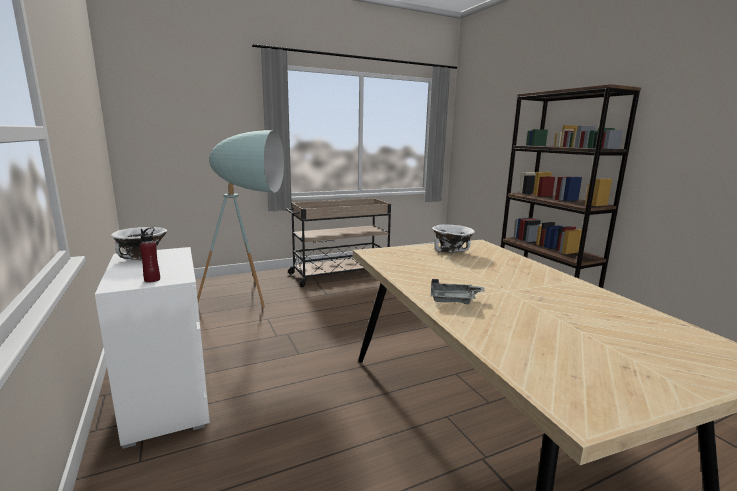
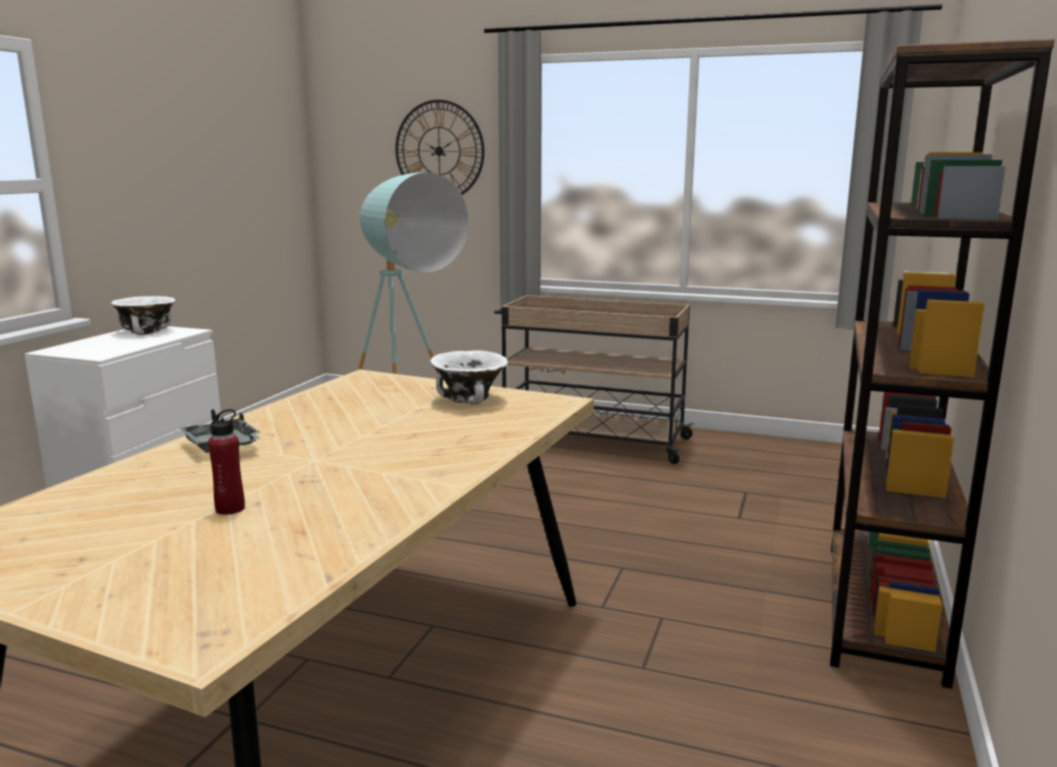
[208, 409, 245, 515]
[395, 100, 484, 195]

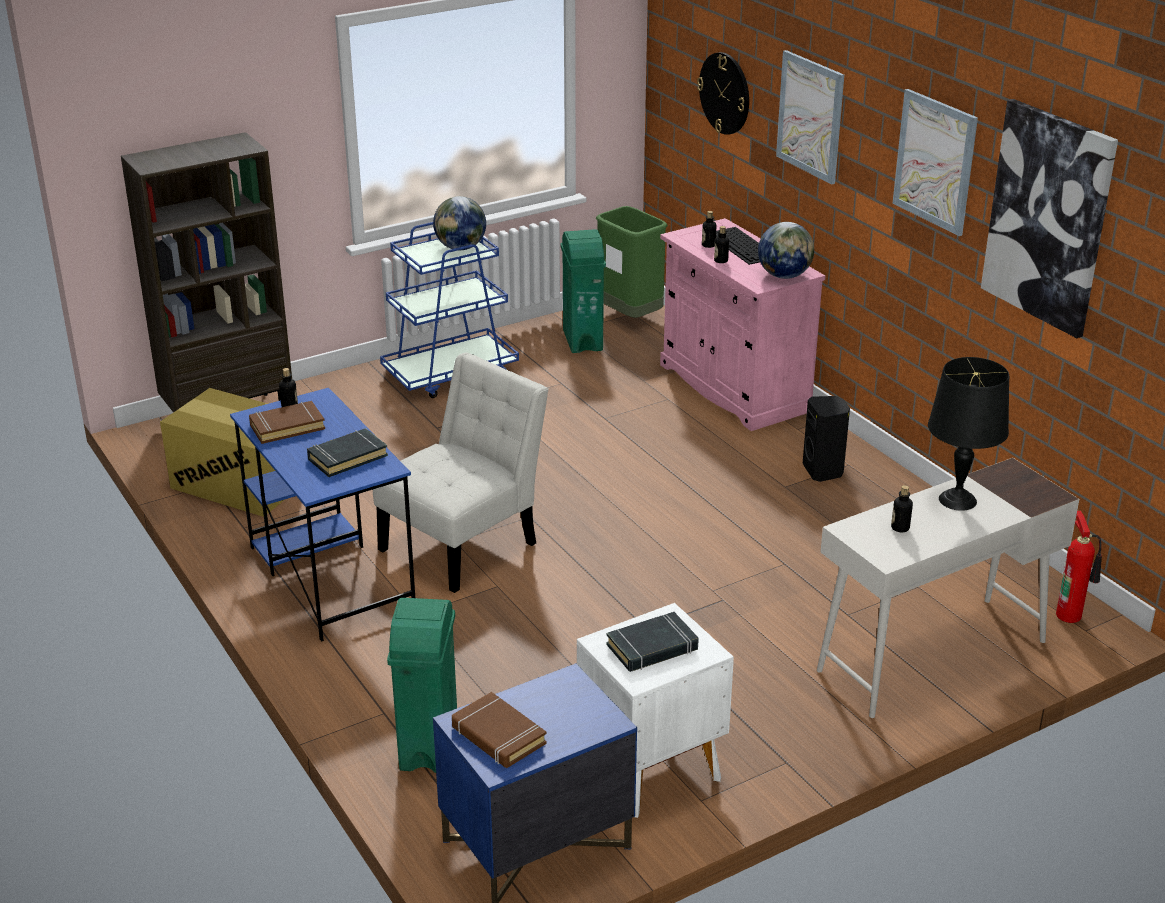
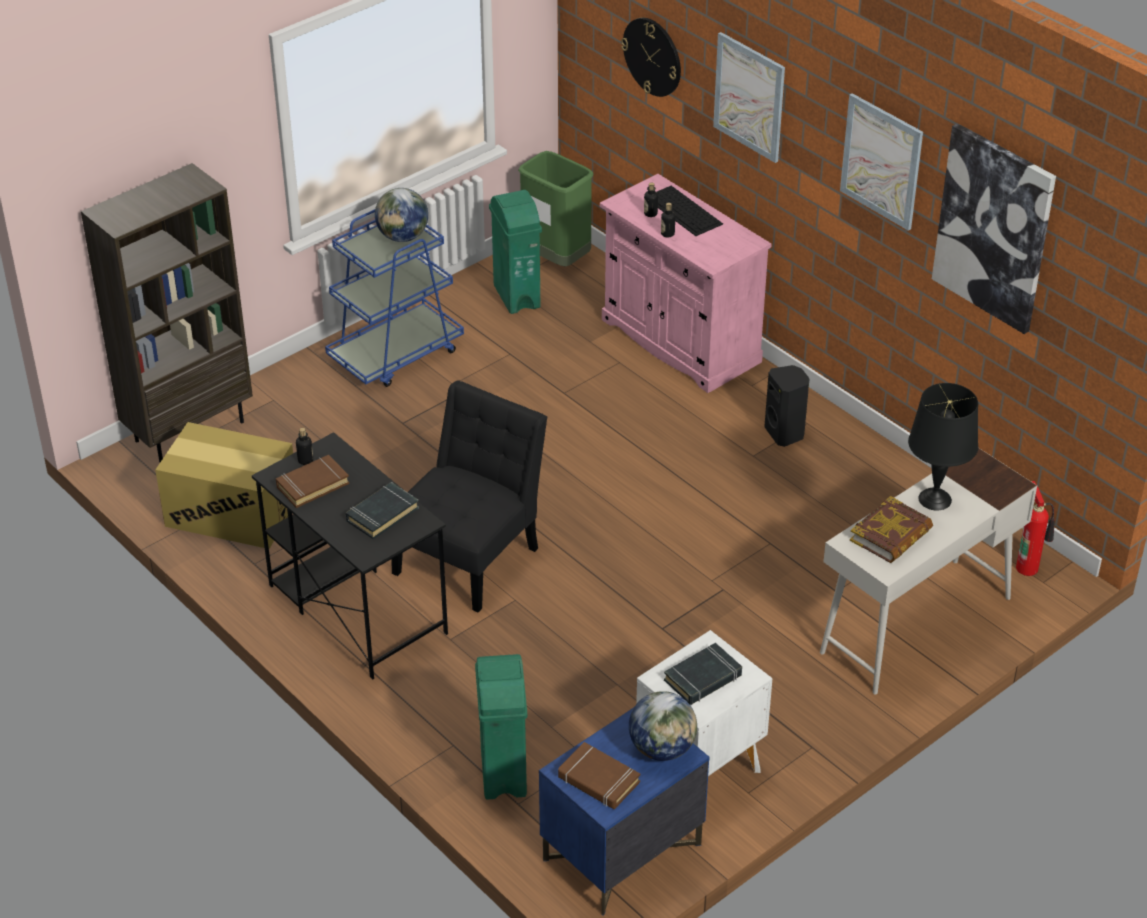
[252, 432, 448, 679]
[391, 380, 547, 612]
[629, 691, 697, 761]
[850, 496, 933, 563]

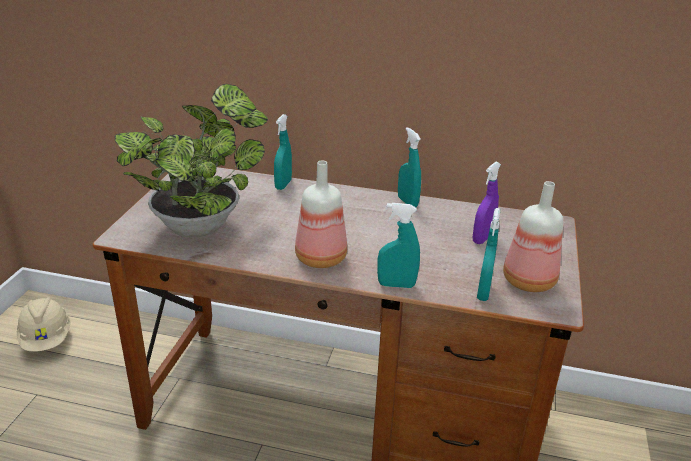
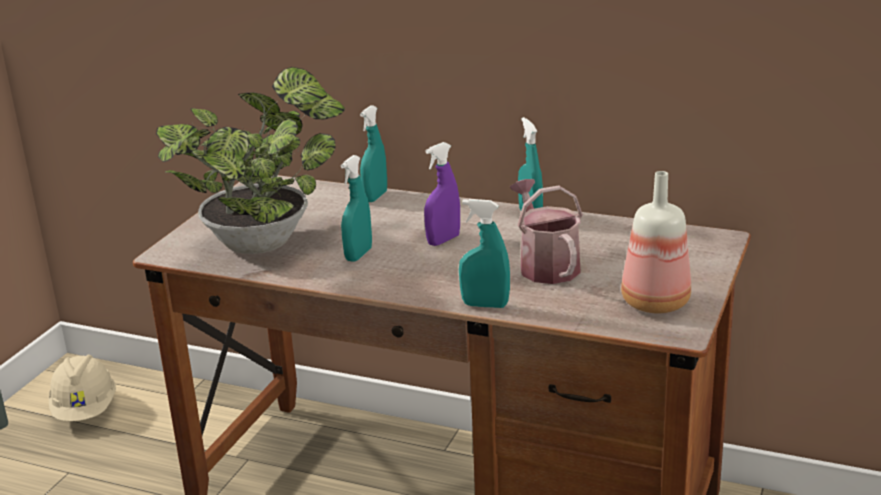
[341, 155, 372, 262]
[424, 142, 460, 246]
[510, 179, 583, 284]
[295, 161, 347, 268] (first image)

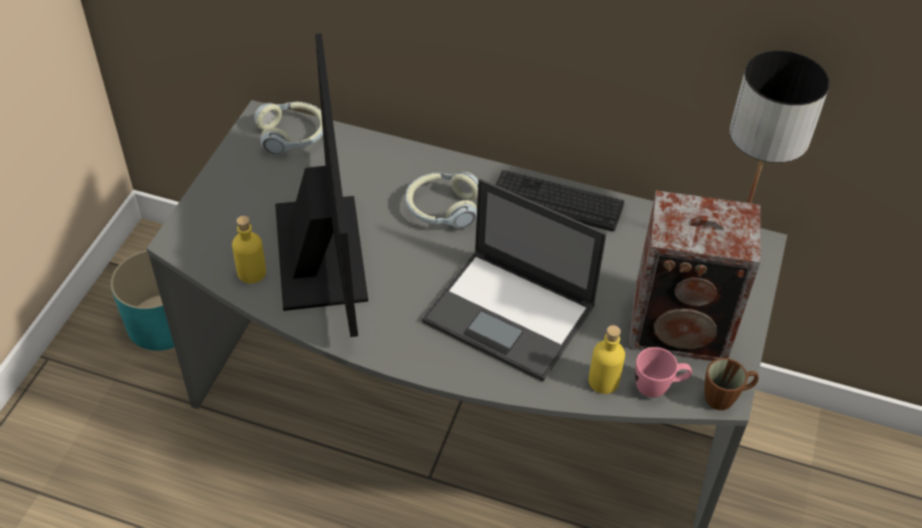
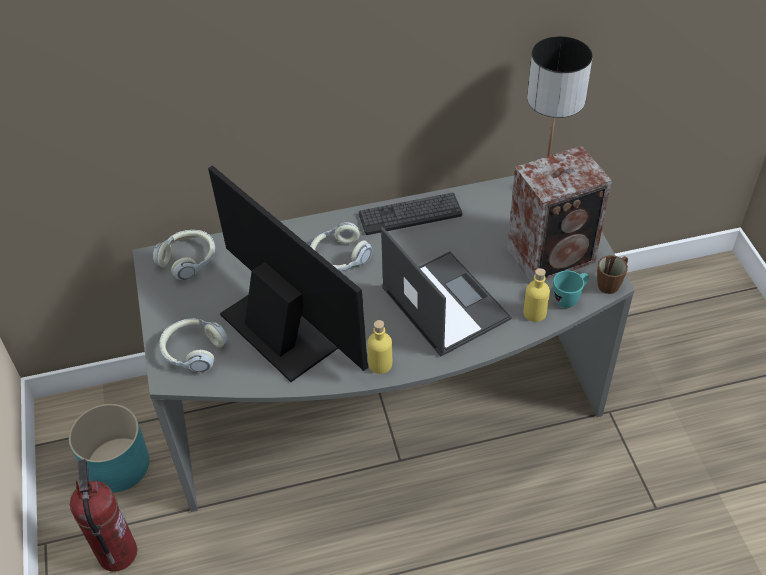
[70, 459, 137, 572]
[159, 318, 228, 373]
[367, 320, 392, 374]
[381, 227, 512, 357]
[553, 270, 589, 308]

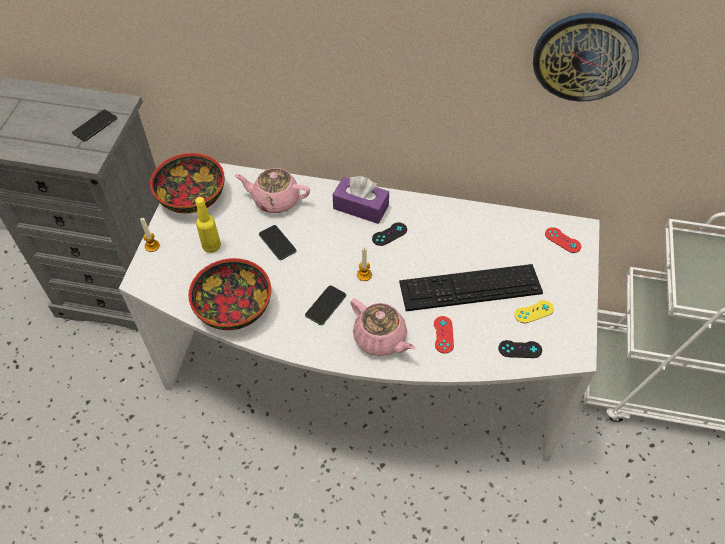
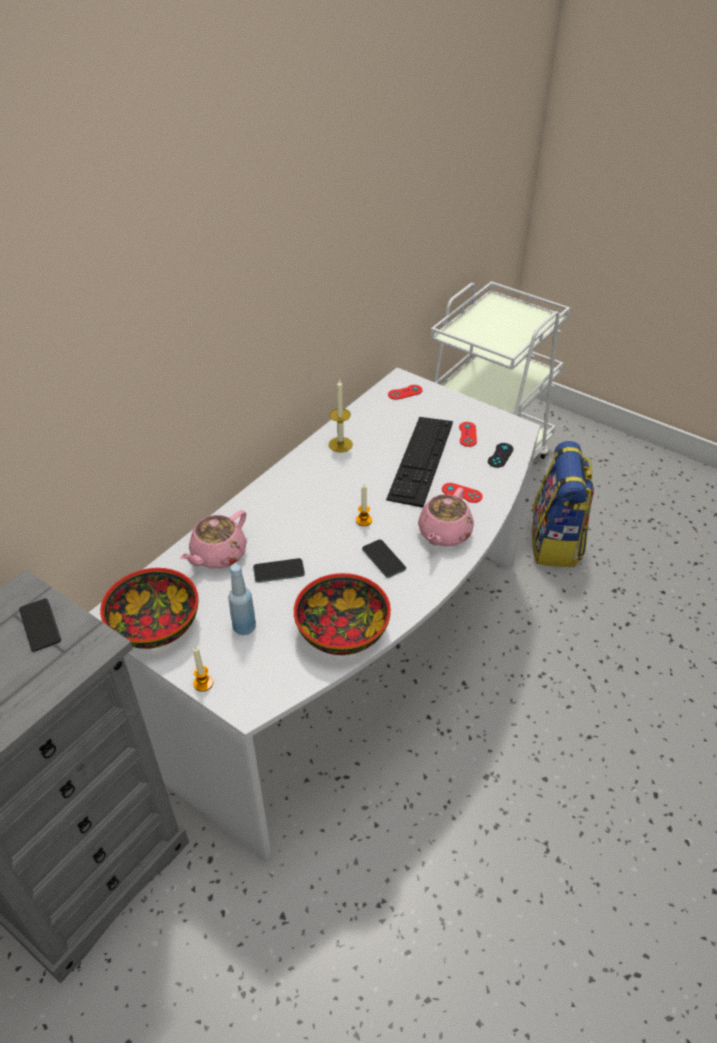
[228, 564, 256, 635]
[329, 379, 353, 452]
[418, 487, 474, 546]
[459, 422, 477, 447]
[532, 441, 594, 567]
[333, 176, 389, 224] (first image)
[372, 222, 407, 246] (first image)
[533, 13, 639, 102] (first image)

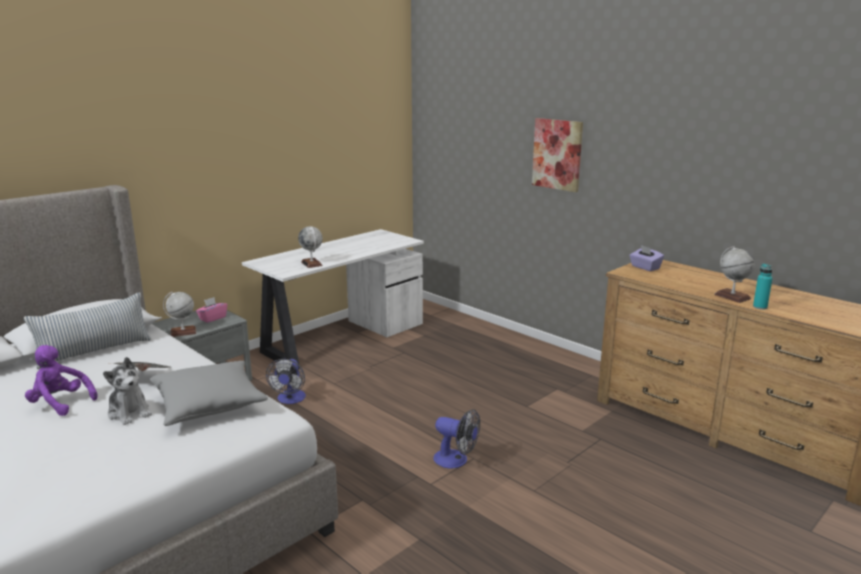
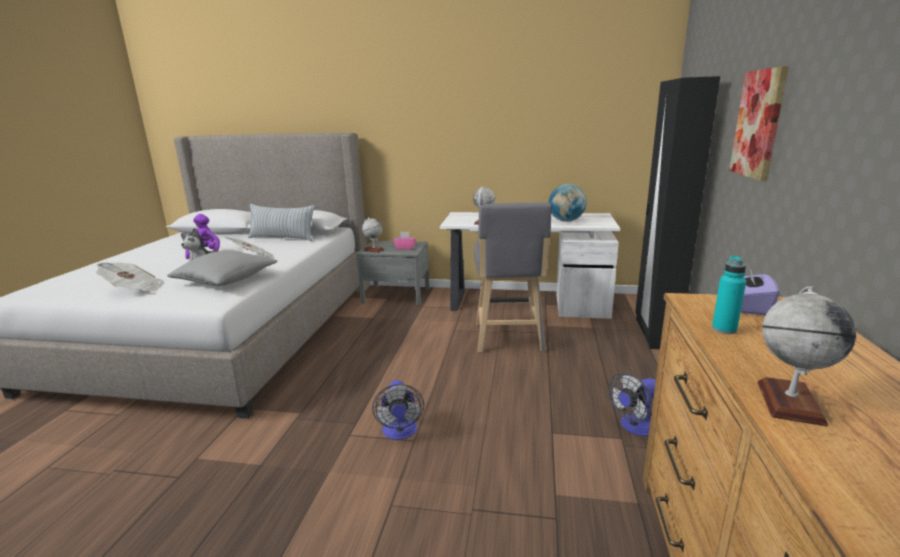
[96, 262, 161, 292]
[474, 203, 551, 353]
[548, 184, 587, 222]
[609, 372, 656, 436]
[635, 76, 720, 349]
[712, 256, 746, 334]

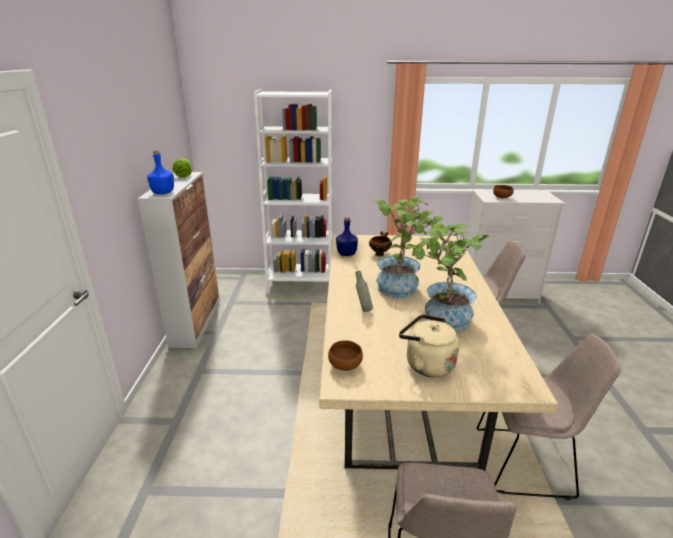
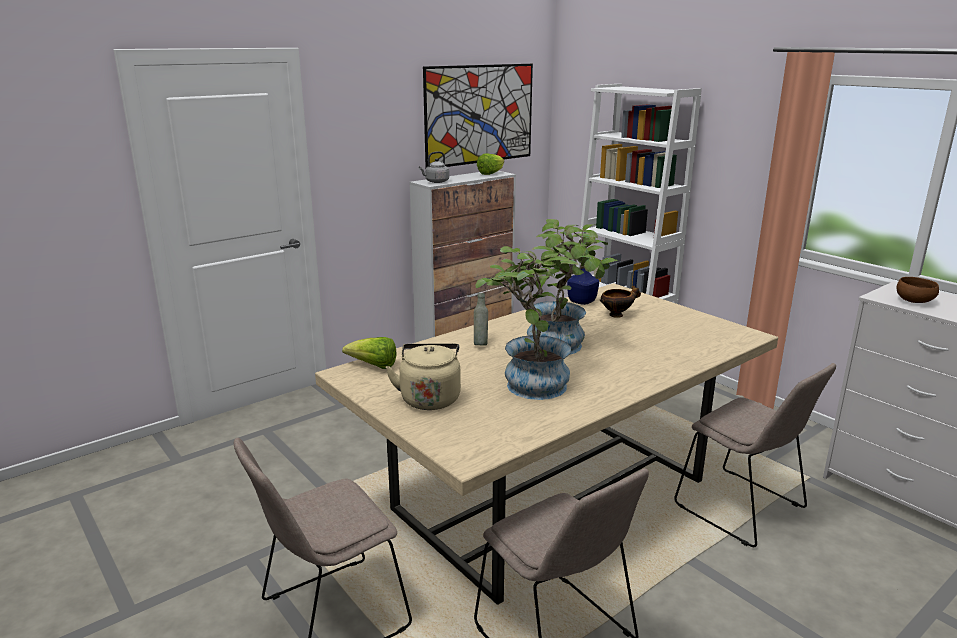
[342, 337, 397, 369]
[419, 151, 449, 183]
[423, 64, 533, 168]

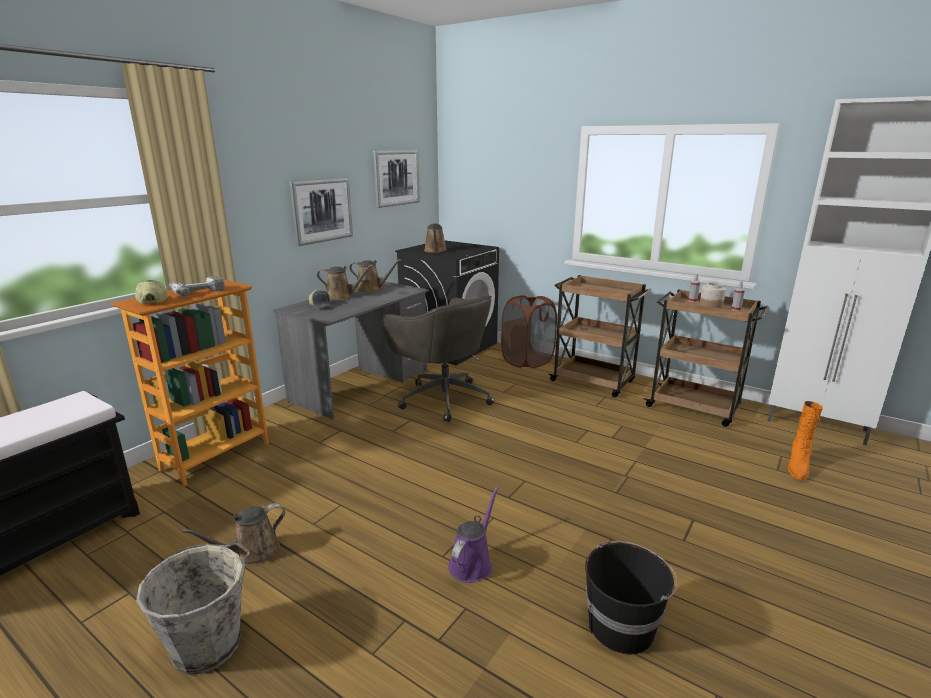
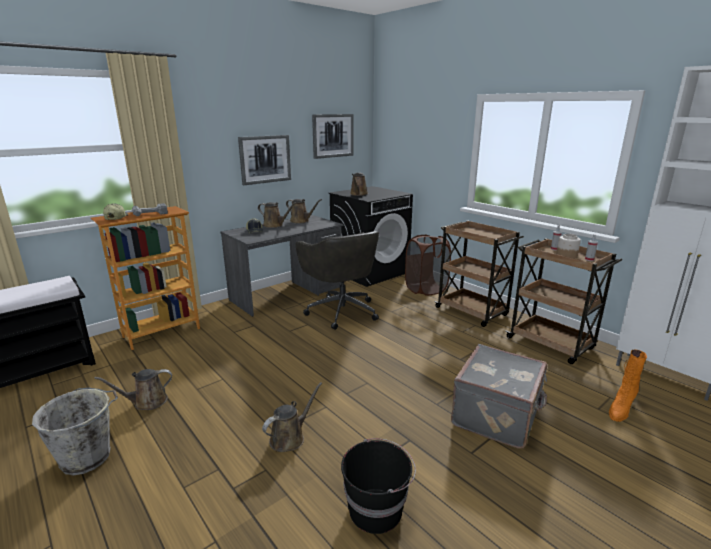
[262, 382, 322, 452]
[451, 344, 547, 449]

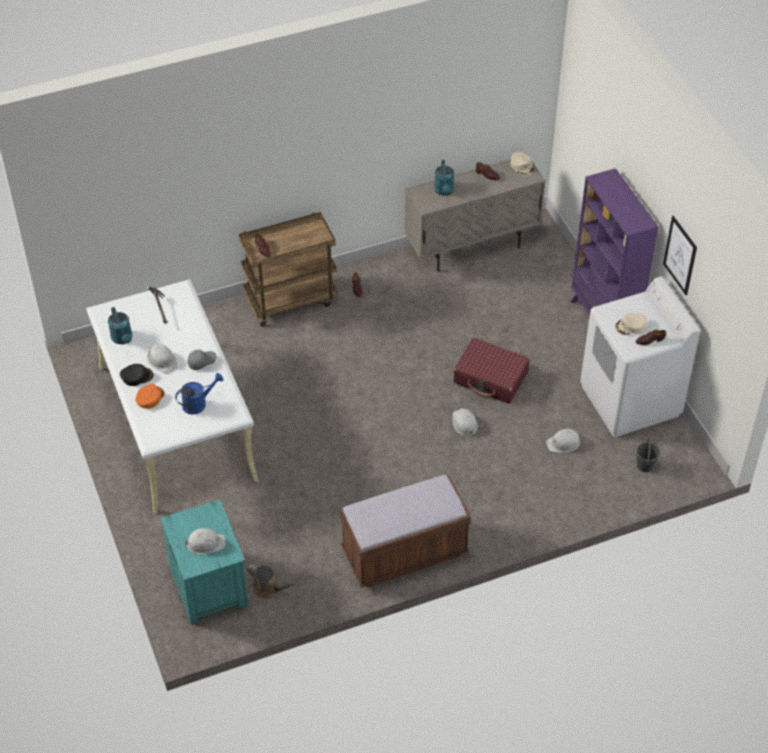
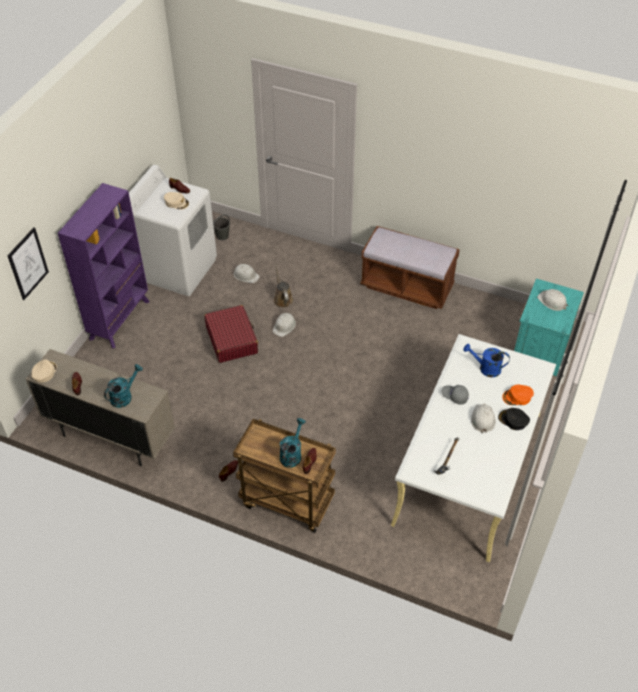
[7, 227, 49, 300]
[274, 264, 293, 308]
[280, 418, 306, 468]

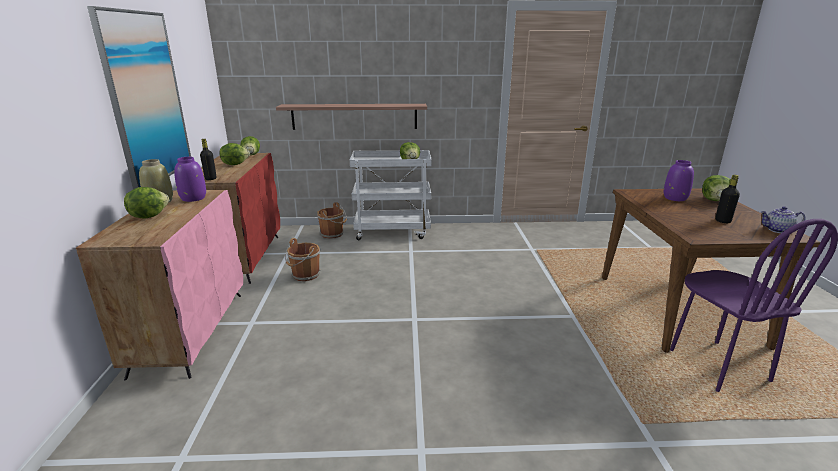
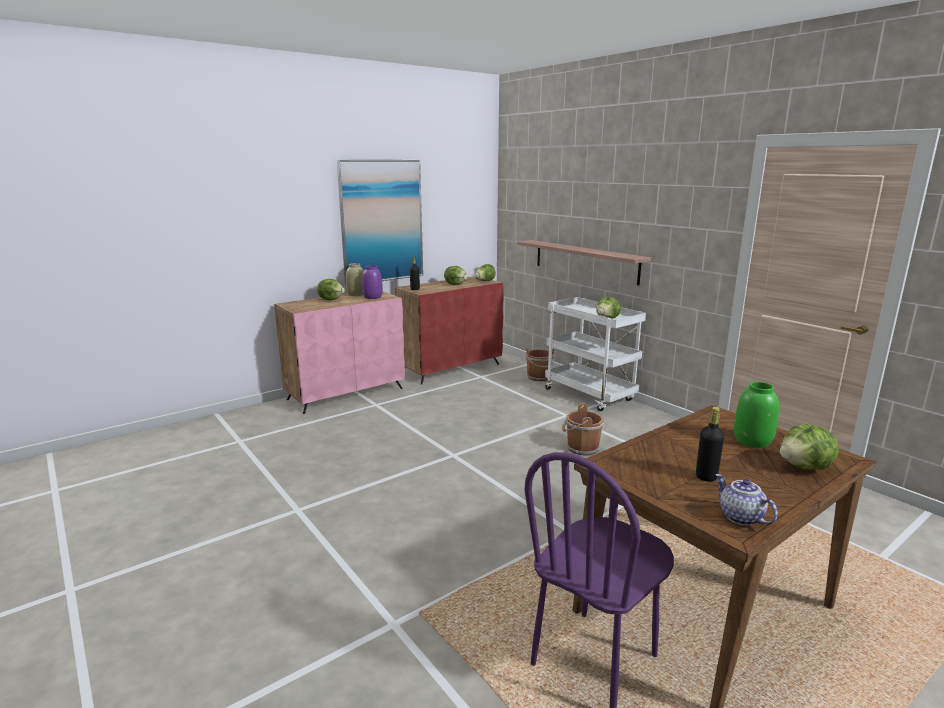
[562, 403, 604, 455]
[734, 382, 779, 448]

